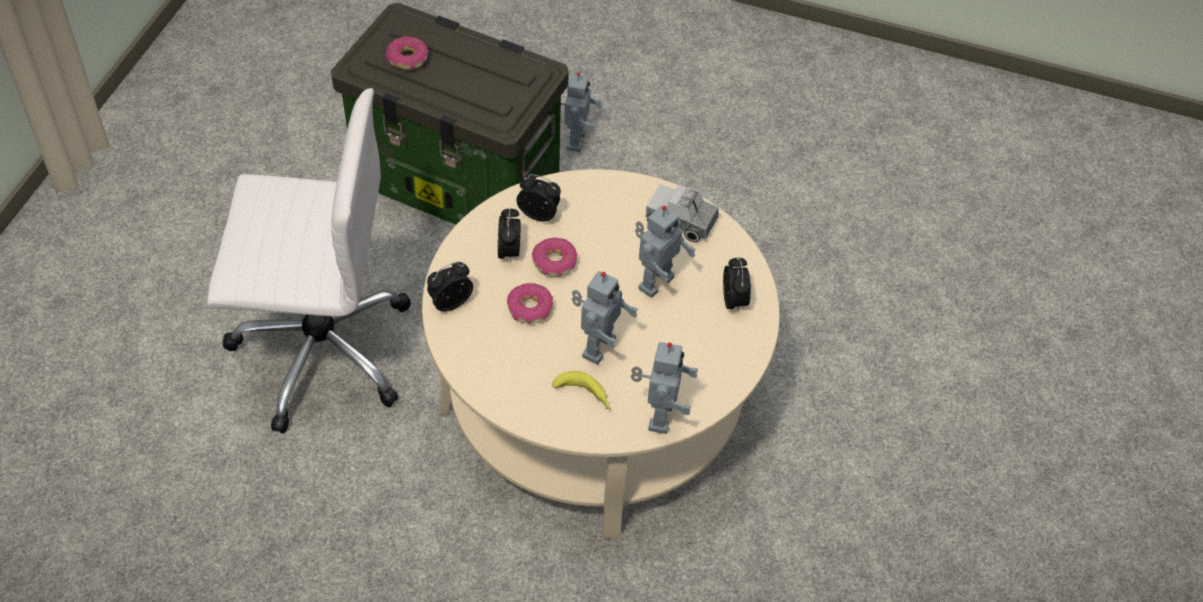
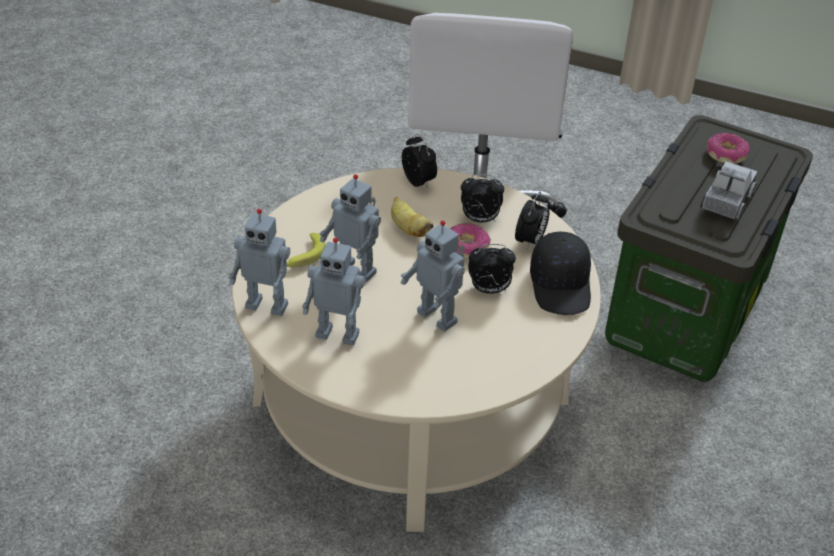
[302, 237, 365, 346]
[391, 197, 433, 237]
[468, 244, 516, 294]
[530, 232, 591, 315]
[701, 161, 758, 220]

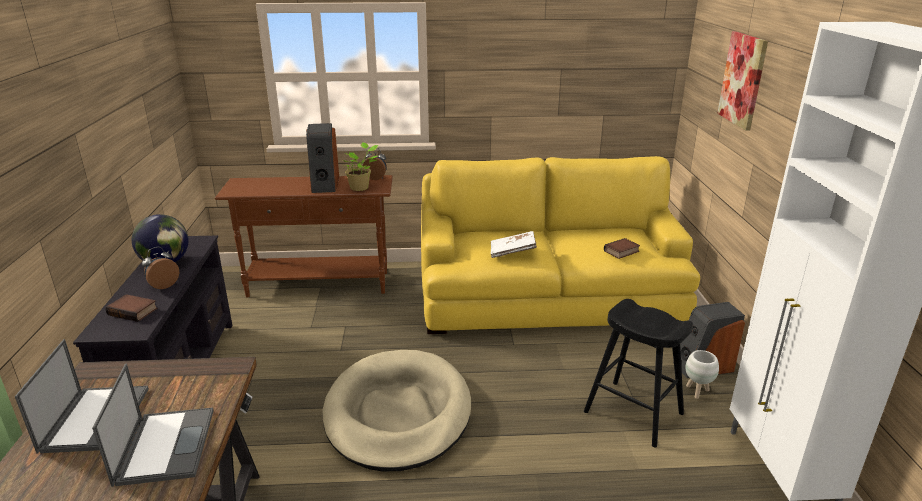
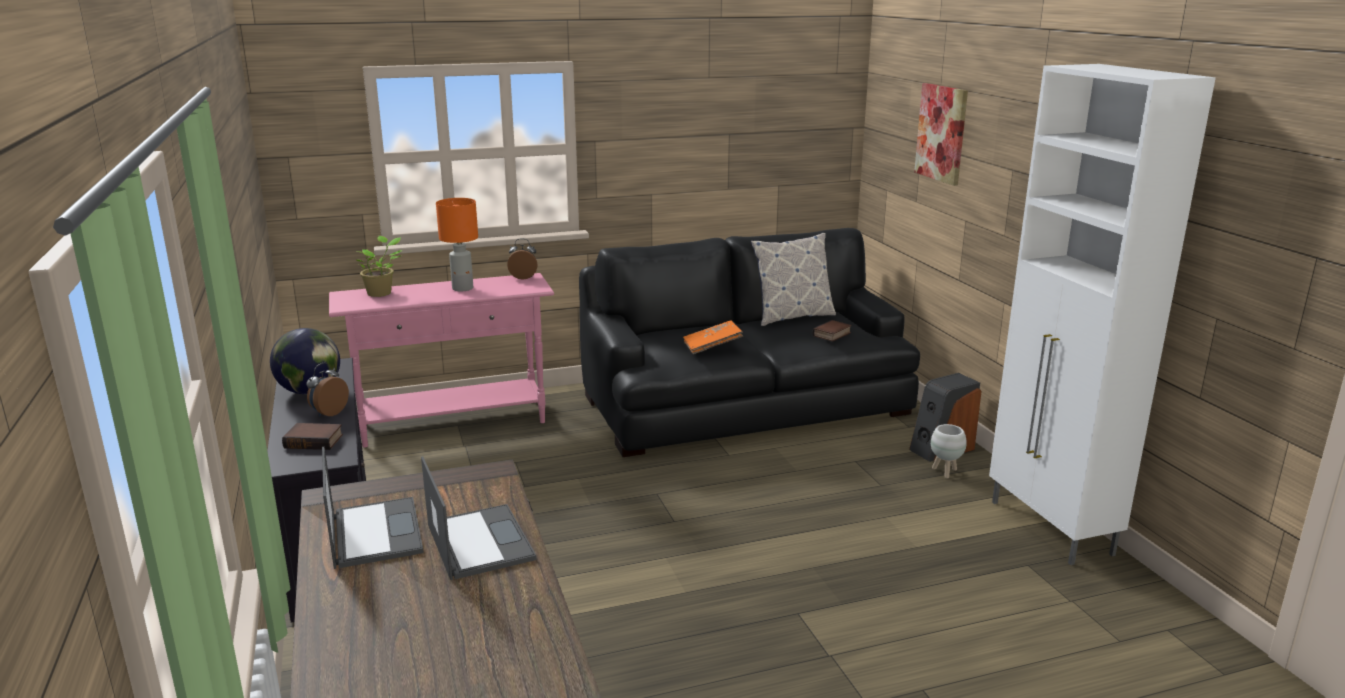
[329, 273, 554, 448]
[357, 236, 403, 297]
[436, 198, 478, 291]
[579, 228, 920, 457]
[683, 321, 743, 354]
[751, 233, 836, 326]
[323, 350, 471, 471] (first image)
[584, 299, 693, 448] (first image)

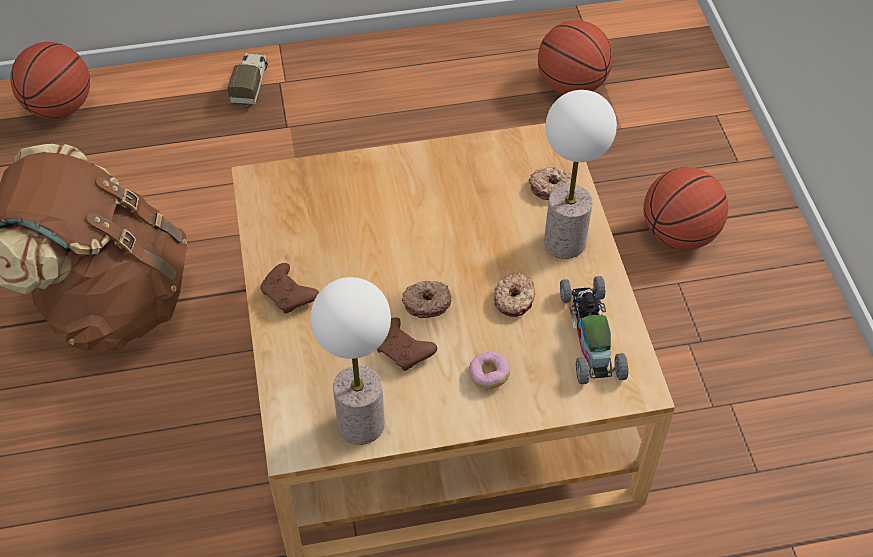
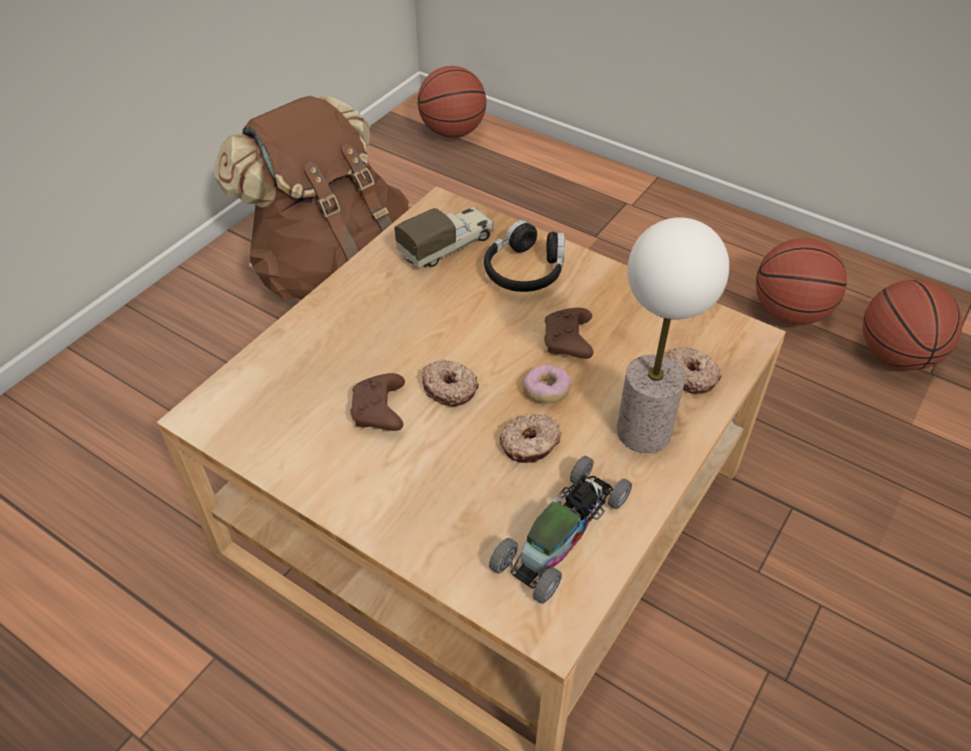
[394, 206, 494, 268]
[484, 220, 565, 292]
[523, 365, 572, 403]
[544, 308, 594, 359]
[756, 238, 847, 325]
[311, 277, 391, 445] (first image)

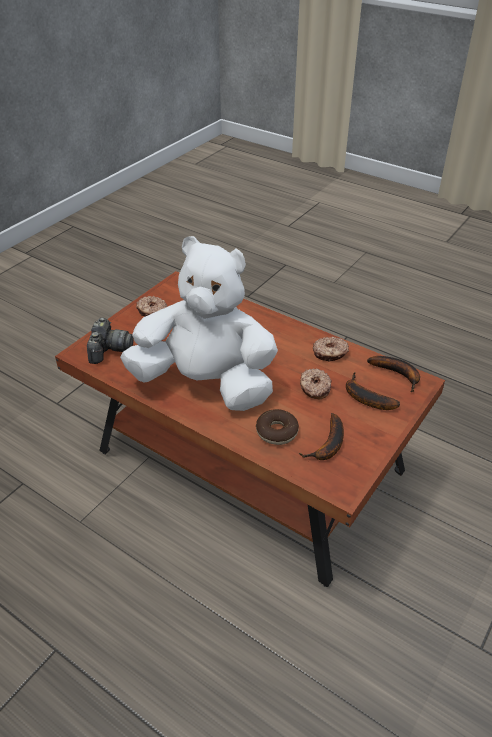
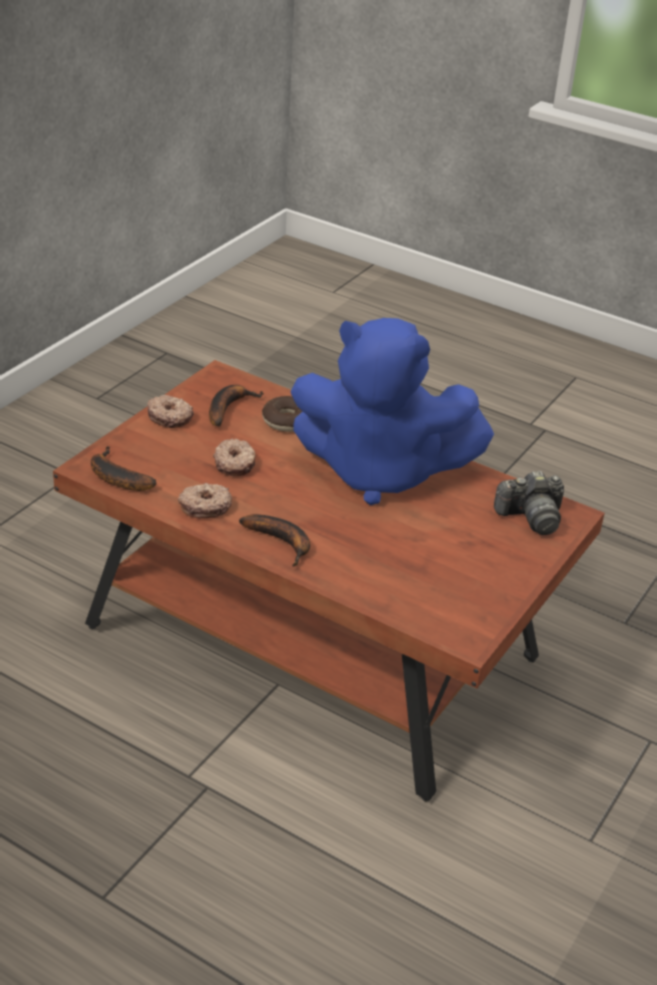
[147, 395, 194, 428]
[239, 514, 310, 566]
[291, 318, 494, 505]
[494, 471, 564, 535]

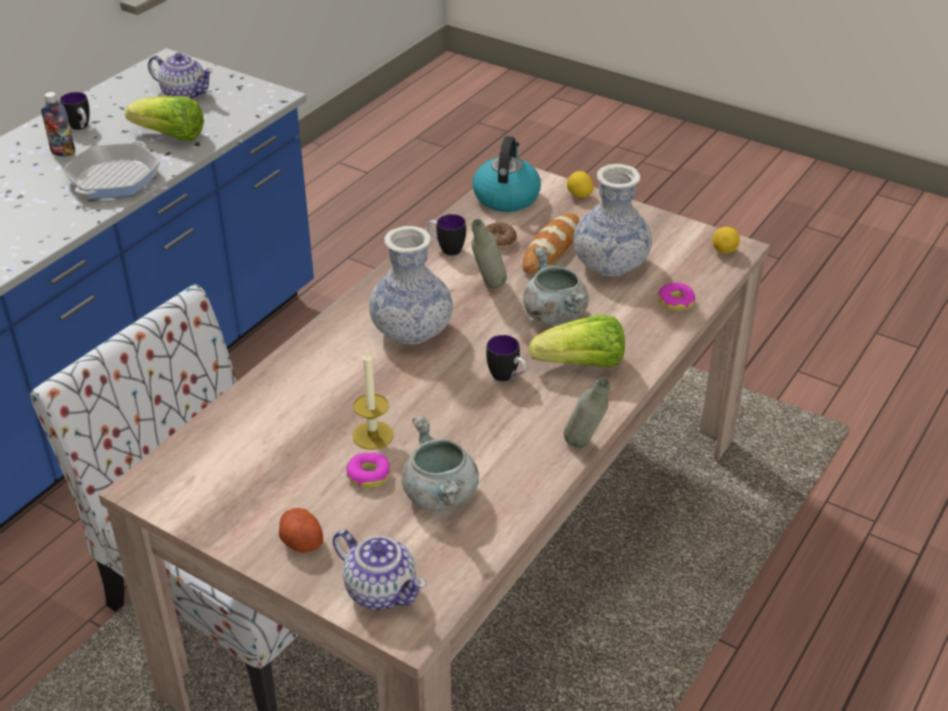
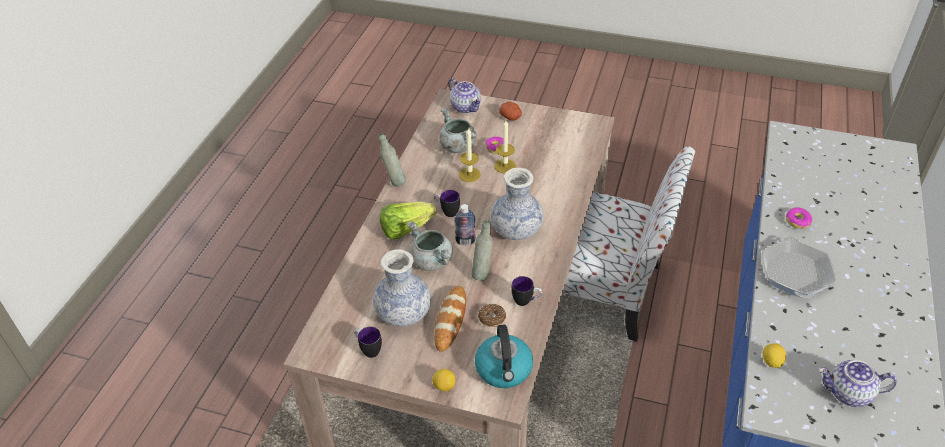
[354, 327, 382, 358]
[449, 78, 482, 114]
[454, 204, 476, 245]
[459, 128, 481, 182]
[763, 343, 786, 368]
[786, 207, 813, 229]
[125, 96, 204, 141] (first image)

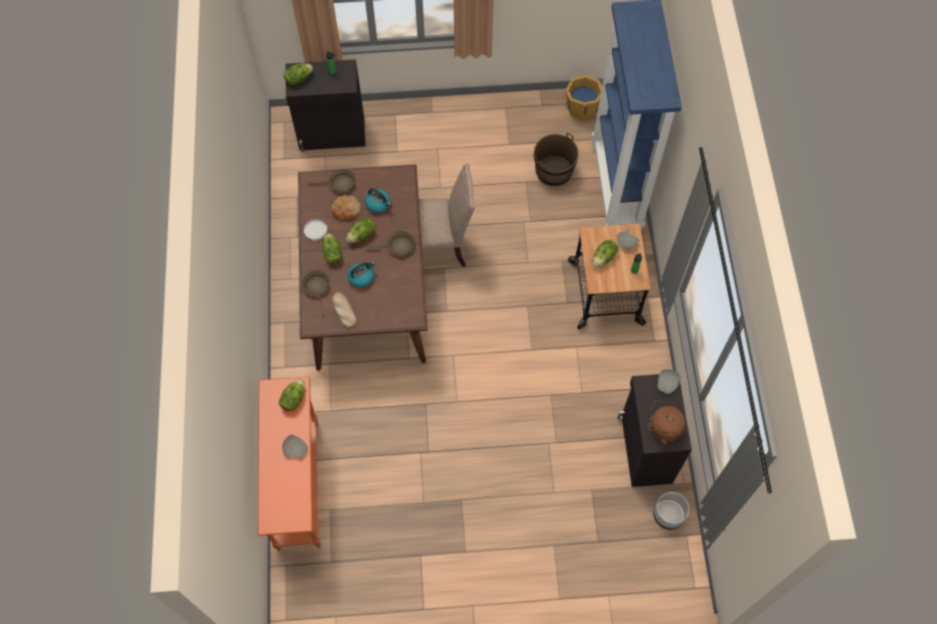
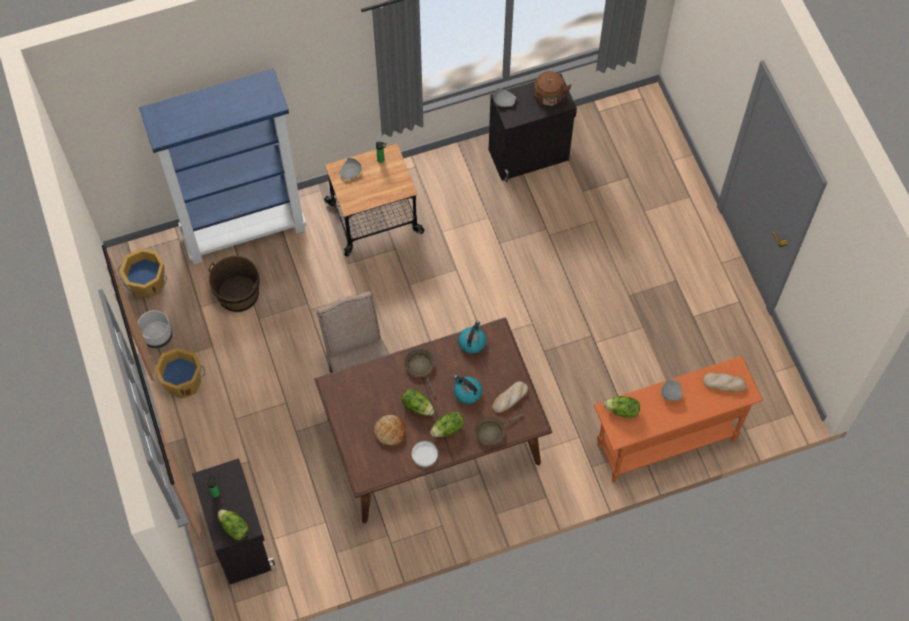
[138, 310, 173, 349]
[155, 348, 205, 399]
[458, 321, 486, 354]
[703, 373, 747, 392]
[309, 169, 356, 192] (first image)
[592, 240, 618, 267] (first image)

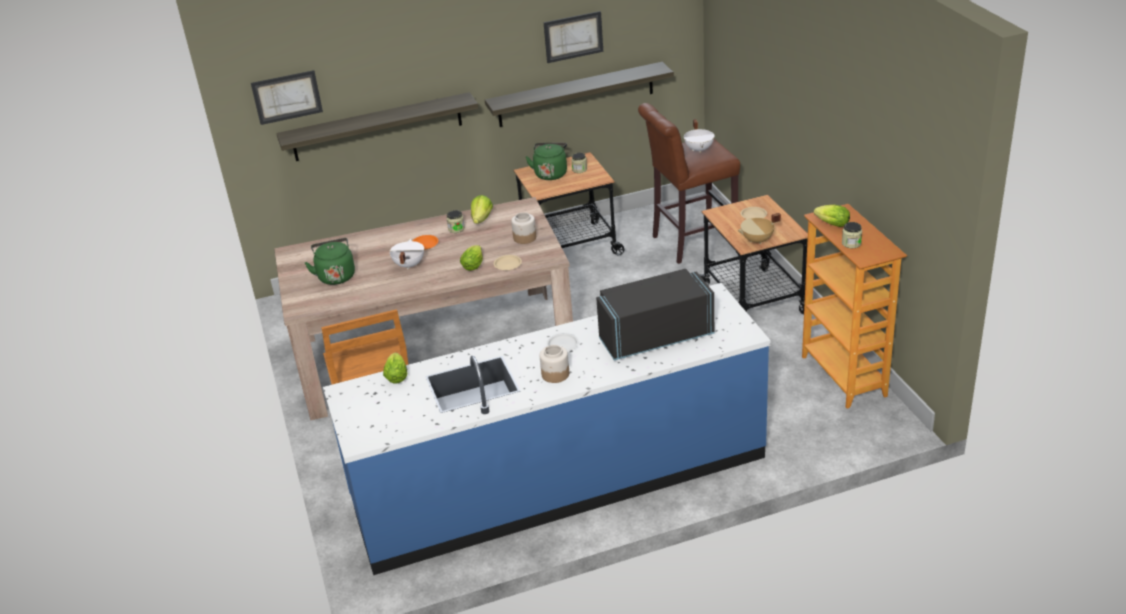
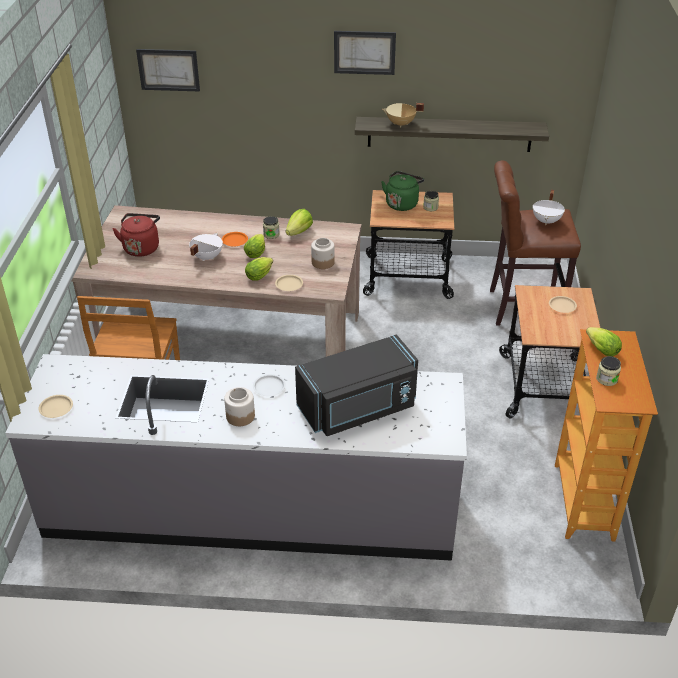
[6, 354, 467, 561]
[39, 395, 73, 418]
[113, 213, 160, 257]
[244, 234, 265, 258]
[295, 334, 418, 436]
[334, 31, 396, 75]
[382, 103, 424, 128]
[276, 92, 478, 161] (first image)

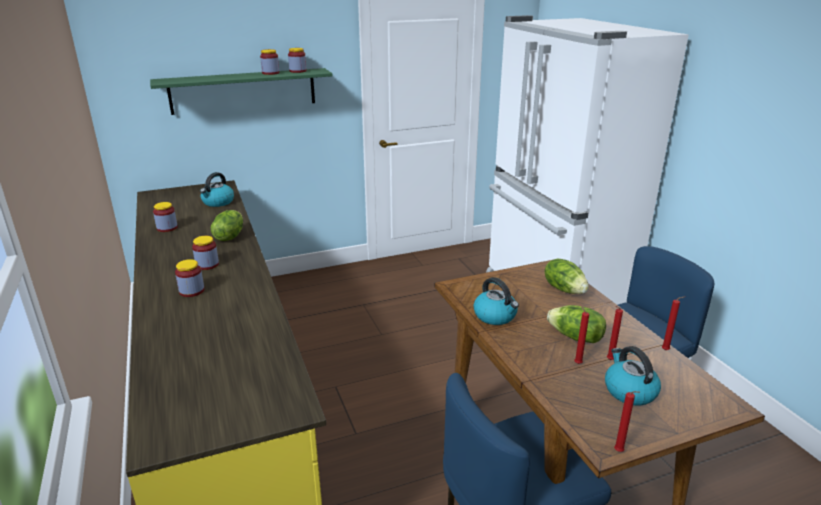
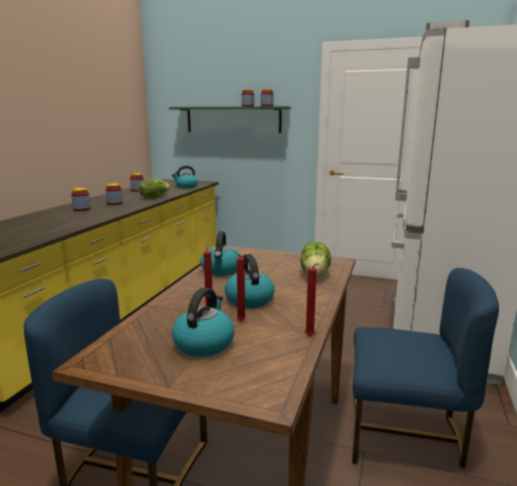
[225, 254, 275, 308]
[614, 391, 640, 452] (first image)

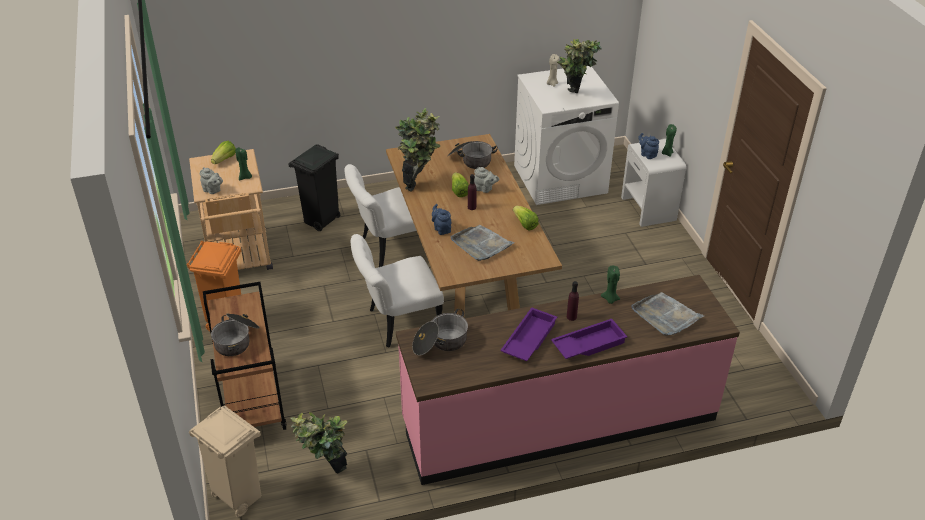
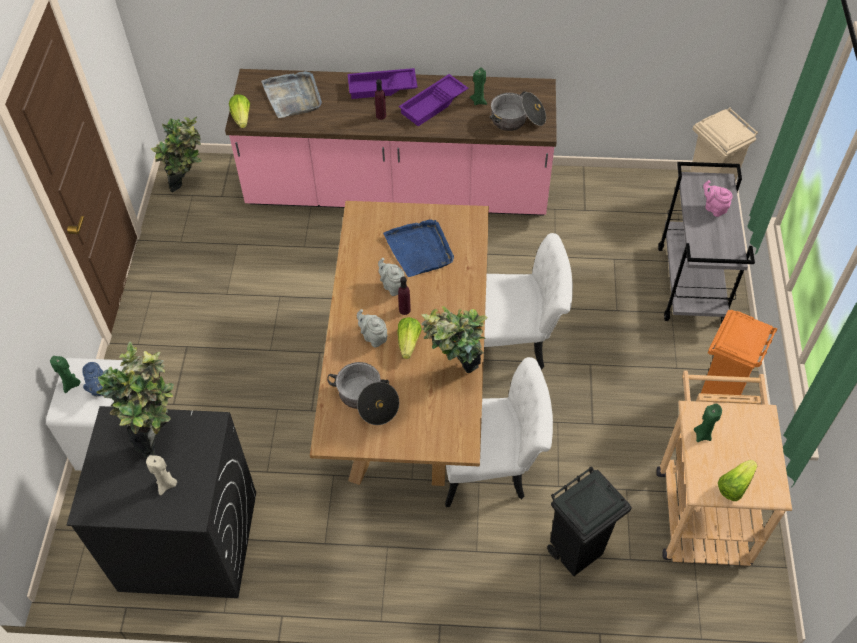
[67, 406, 256, 598]
[151, 116, 202, 192]
[229, 94, 250, 128]
[378, 258, 405, 296]
[383, 220, 454, 277]
[470, 67, 487, 105]
[658, 162, 755, 323]
[703, 180, 733, 217]
[432, 204, 451, 235] (first image)

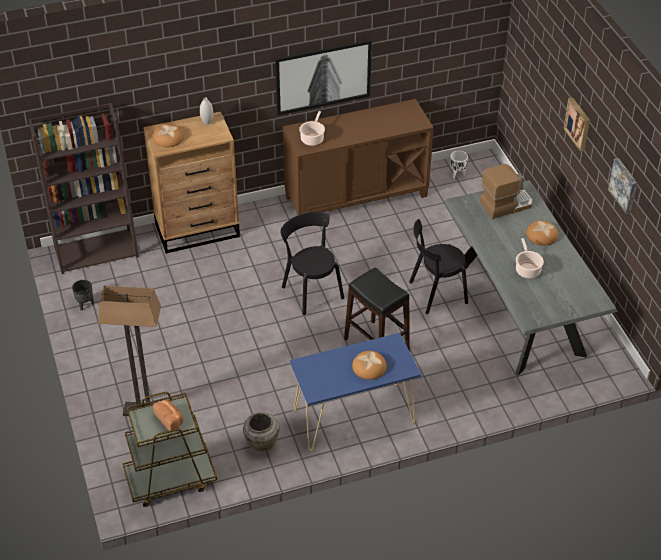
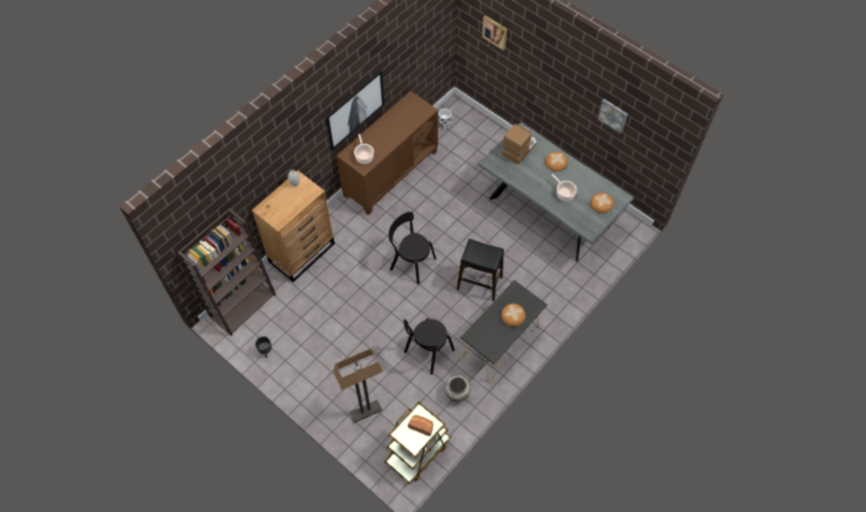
[404, 318, 455, 375]
[460, 280, 547, 383]
[482, 15, 507, 50]
[590, 193, 614, 213]

